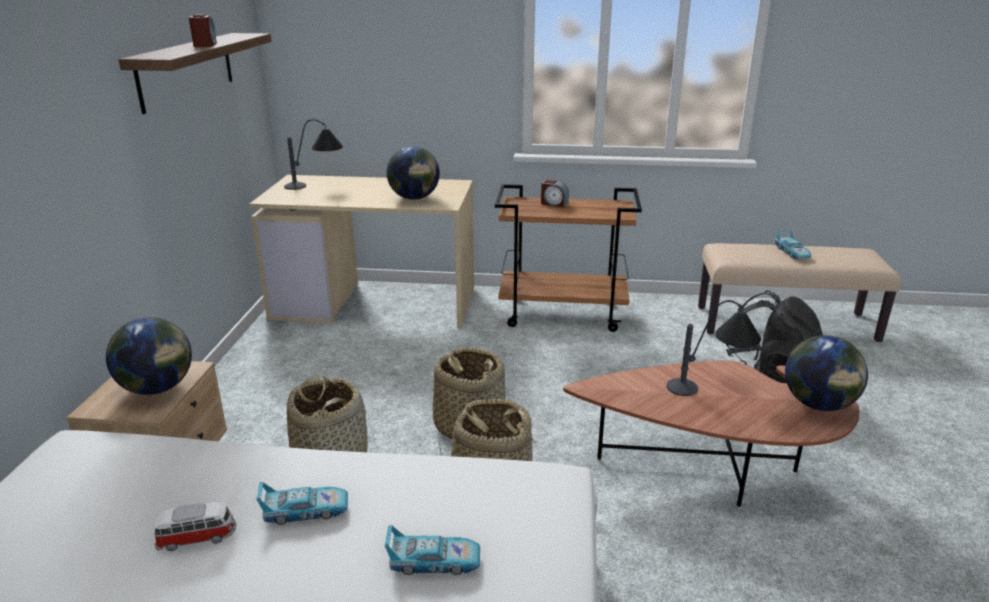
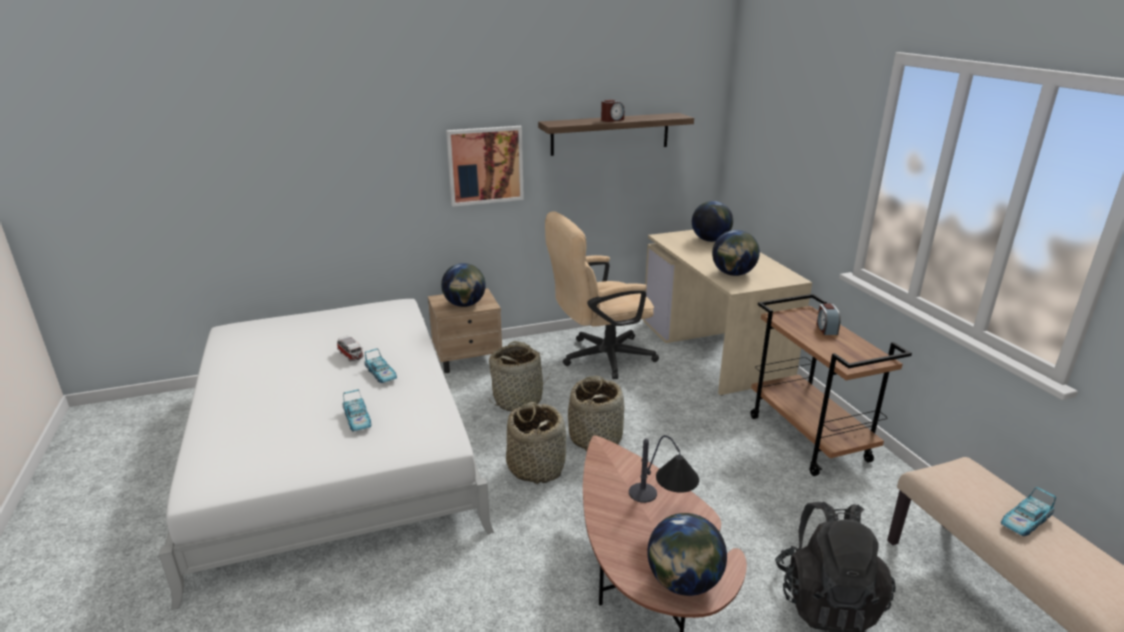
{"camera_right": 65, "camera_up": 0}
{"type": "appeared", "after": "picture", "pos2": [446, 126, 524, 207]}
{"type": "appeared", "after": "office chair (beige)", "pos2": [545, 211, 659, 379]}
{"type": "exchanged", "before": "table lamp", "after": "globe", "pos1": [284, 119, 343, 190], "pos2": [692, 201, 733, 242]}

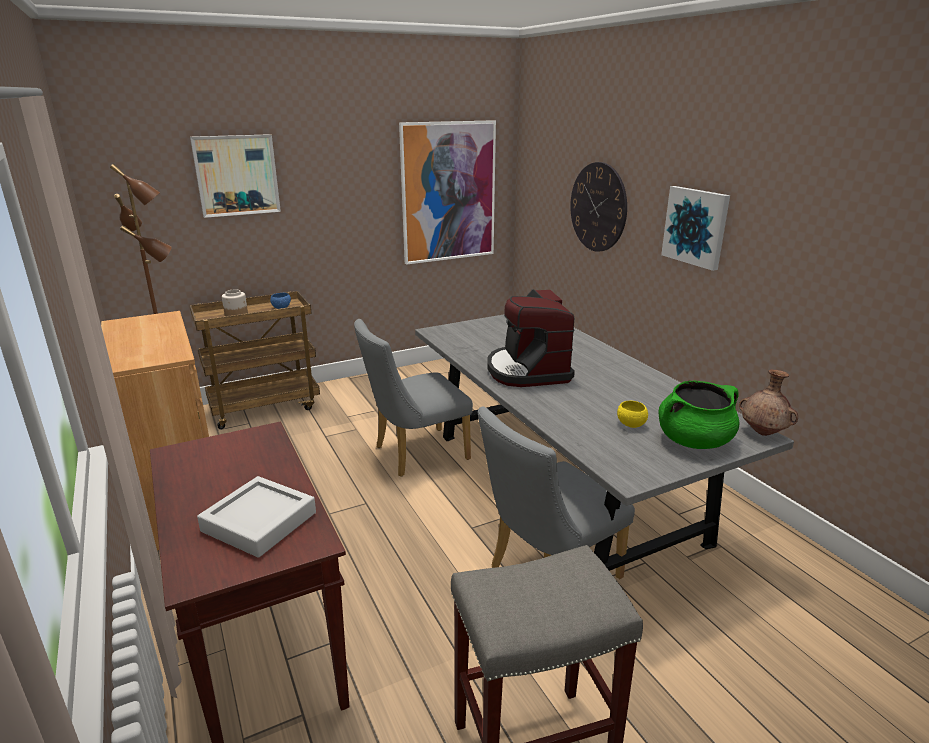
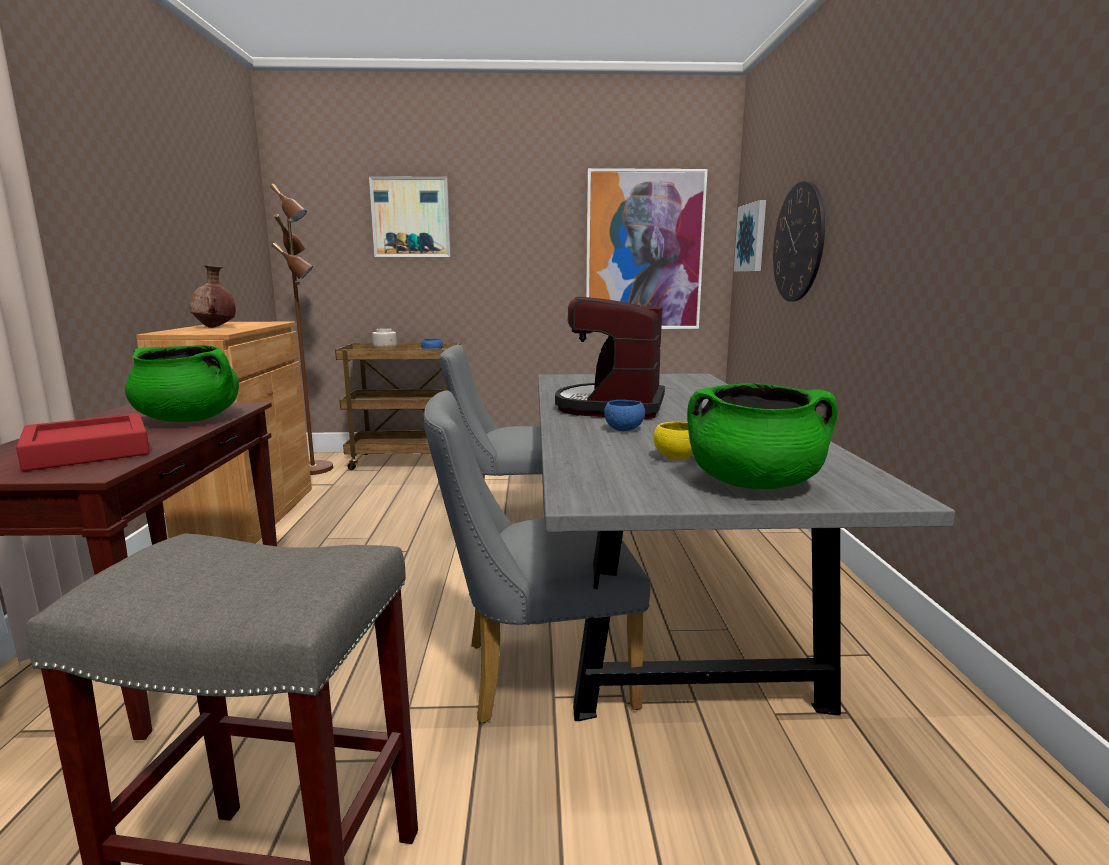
{"camera_right": 25, "camera_up": -10}
{"type": "appeared", "after": "cooking pot (green)", "pos2": [125, 345, 239, 422]}
{"type": "appeared", "after": "bowl (blue)", "pos2": [604, 400, 645, 431]}
{"type": "relocated", "before": "picture", "pos1": [661, 186, 730, 271], "pos2": [734, 200, 766, 272]}
{"type": "relocated", "before": "vase (brown)", "pos1": [739, 370, 798, 436], "pos2": [189, 265, 236, 328]}
{"type": "colour", "before": "tray (grey)", "after": "tray (red)", "pos1": [197, 476, 316, 558], "pos2": [16, 413, 150, 471]}

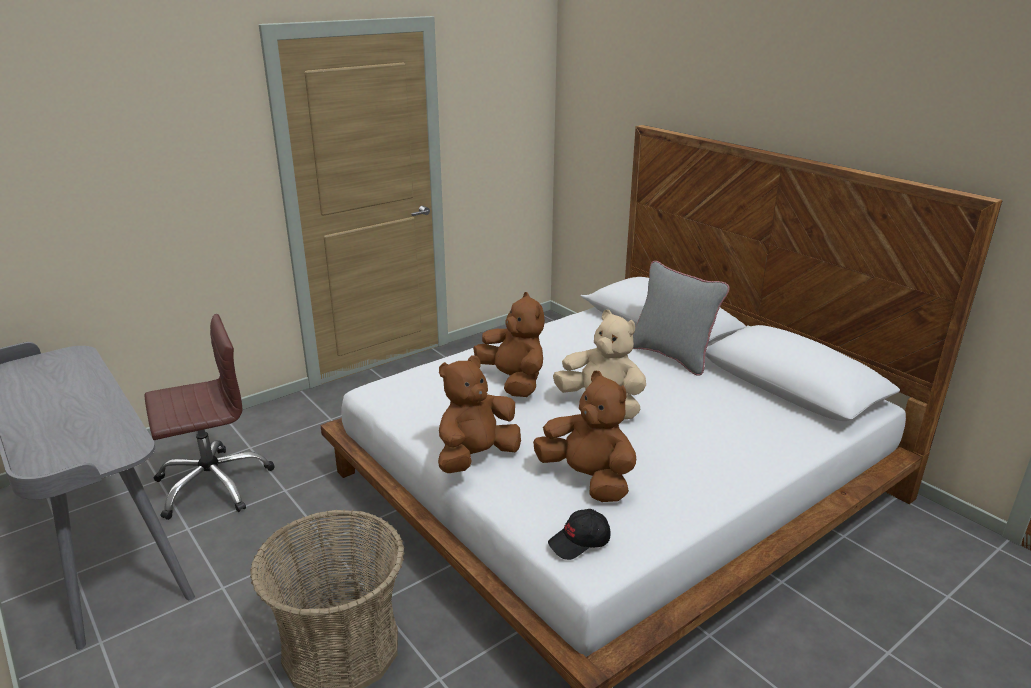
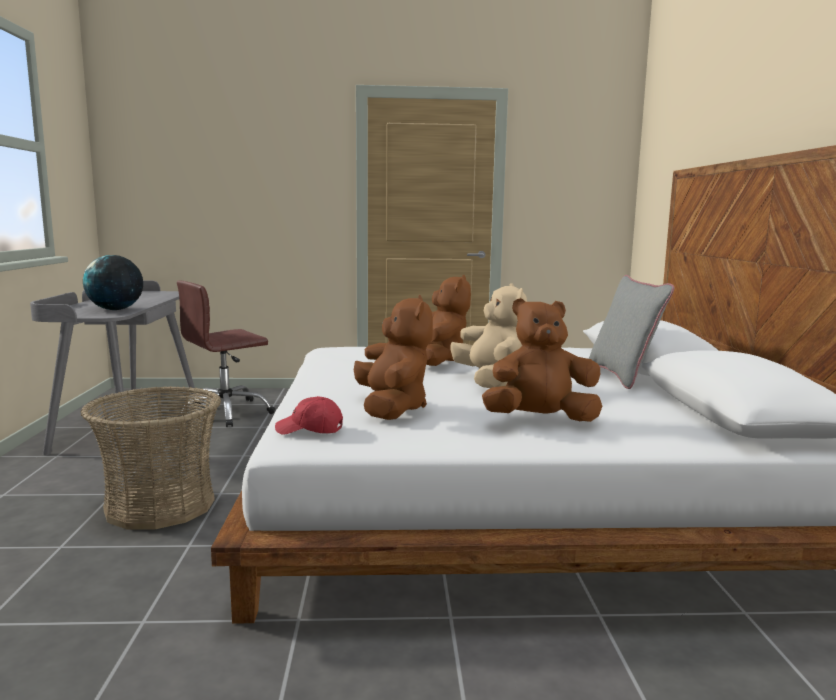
{"camera_right": 35, "camera_up": -15}
{"type": "appeared", "after": "globe", "pos2": [83, 255, 143, 310]}
{"type": "relocated", "before": "plush toy (brown)", "pos1": [438, 355, 521, 473], "pos2": [482, 298, 602, 422]}
{"type": "colour", "before": "cap (black)", "after": "cap (red)", "pos1": [548, 509, 610, 560], "pos2": [275, 396, 343, 434]}
{"type": "spun", "before": "office chair (brown)", "pos1": [144, 314, 274, 520], "pos2": [177, 281, 275, 427], "turn": 135}

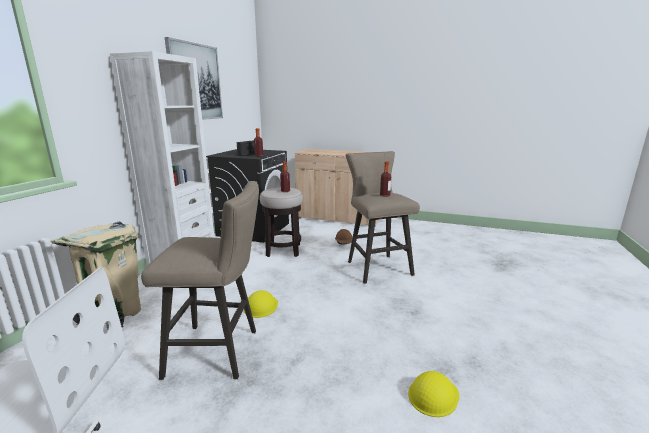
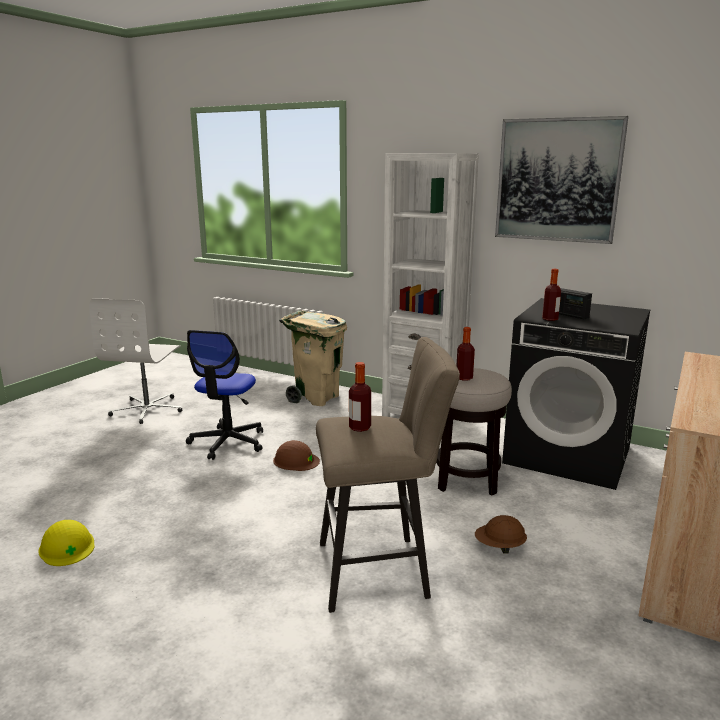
{"camera_right": 100, "camera_up": 0}
{"type": "exchanged", "before": "stool (beige)", "after": "office chair", "pos1": [141, 181, 259, 380], "pos2": [186, 330, 263, 460]}
{"type": "colour", "before": "hard hat (yellow)", "after": "hard hat (brown)", "pos1": [244, 290, 278, 318], "pos2": [273, 440, 320, 471]}

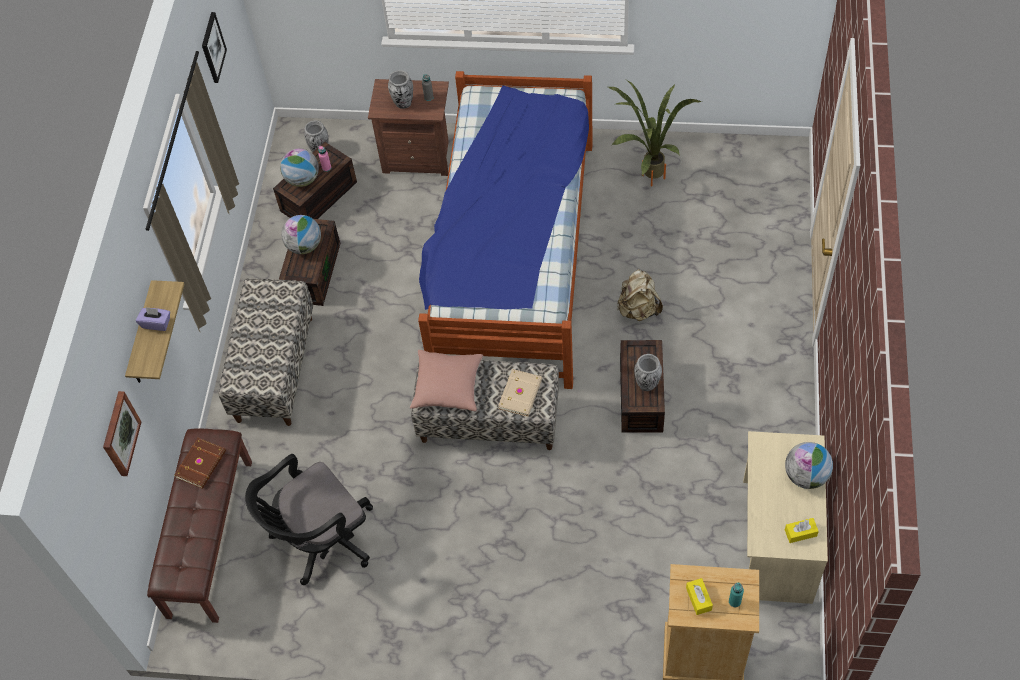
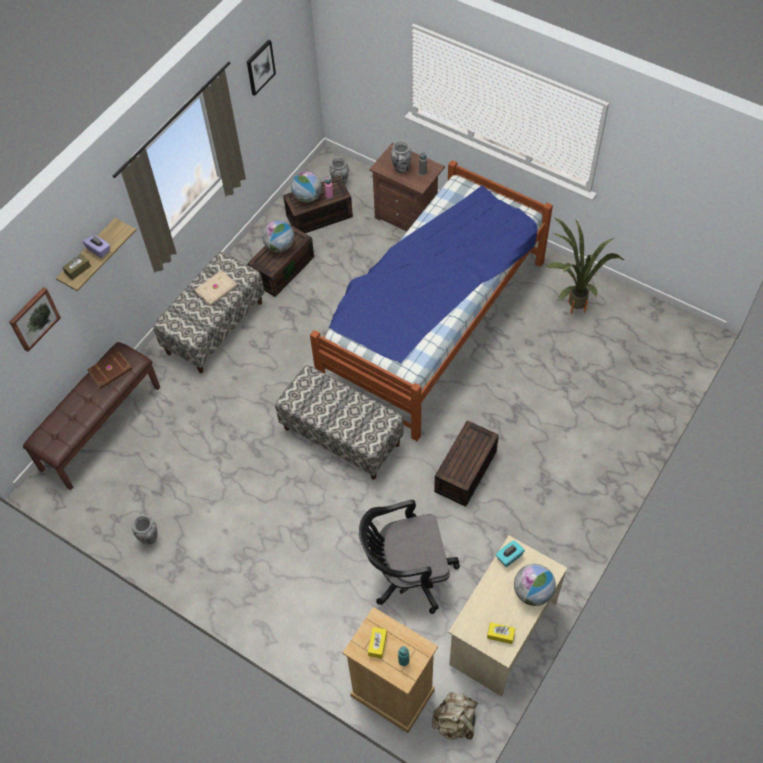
{"camera_right": 25, "camera_up": 0}
{"type": "missing", "before": "pillow (pink)", "pos1": [410, 350, 483, 411]}
{"type": "appeared", "after": "tissue box (brown)", "pos2": [62, 254, 91, 280]}
{"type": "appeared", "after": "tissue box (turquoise)", "pos2": [496, 541, 525, 567]}
{"type": "relocated", "before": "office chair (black)", "pos1": [245, 454, 373, 585], "pos2": [359, 500, 460, 614]}
{"type": "relocated", "before": "book (beige)", "pos1": [498, 369, 542, 417], "pos2": [195, 270, 238, 306]}
{"type": "relocated", "before": "backpack (beige)", "pos1": [617, 269, 663, 321], "pos2": [432, 692, 478, 740]}
{"type": "relocated", "before": "vase", "pos1": [634, 354, 662, 391], "pos2": [132, 515, 158, 545]}

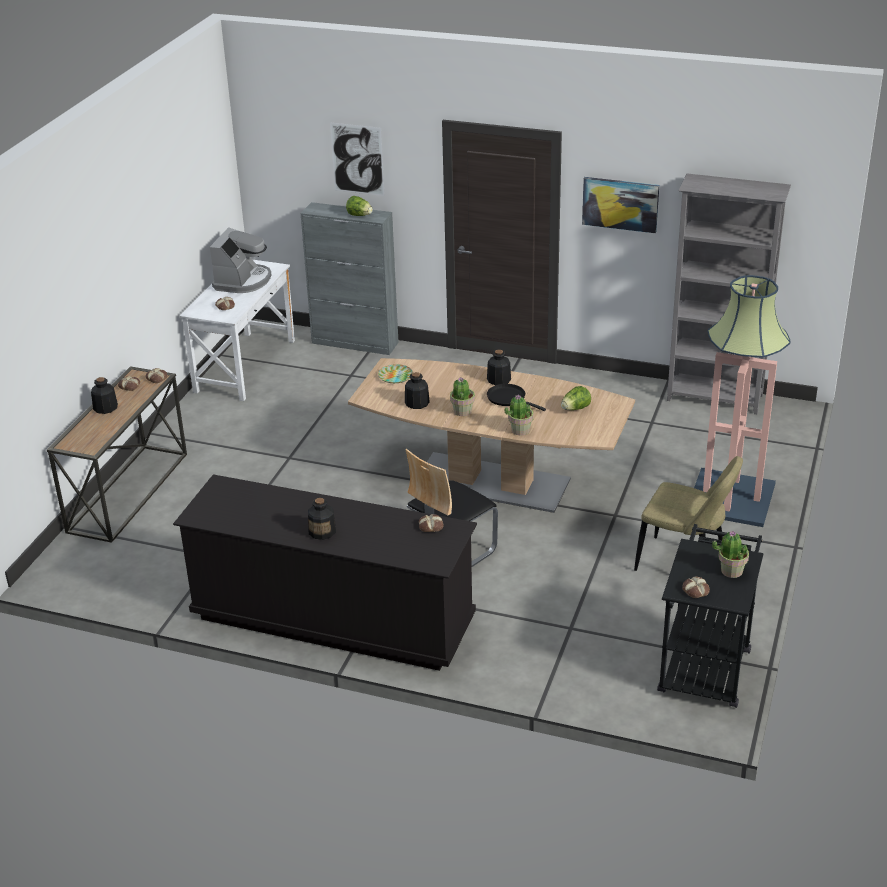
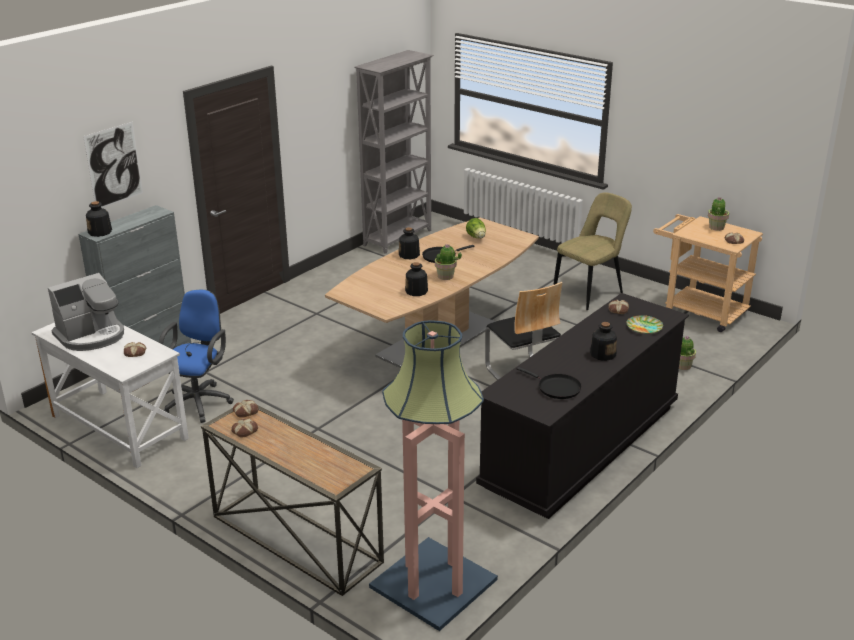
{"camera_right": -70, "camera_up": -5}
{"type": "missing", "before": "lettuce", "pos1": [346, 196, 373, 216]}
{"type": "missing", "before": "picture", "pos1": [582, 177, 659, 233]}
{"type": "appeared", "after": "office chair (blue)", "pos2": [159, 290, 234, 423]}
{"type": "appeared", "after": "frying pan (black)", "pos2": [517, 367, 582, 399]}
{"type": "relocated", "before": "bottle", "pos1": [91, 377, 118, 414], "pos2": [86, 201, 112, 237]}
{"type": "relocated", "before": "plate", "pos1": [378, 364, 413, 383], "pos2": [627, 315, 663, 334]}
{"type": "relocated", "before": "potted plant", "pos1": [505, 394, 534, 435], "pos2": [679, 336, 696, 370]}
{"type": "relocated", "before": "floor lamp", "pos1": [694, 275, 791, 527], "pos2": [369, 320, 498, 631]}
{"type": "colour", "before": "cart (black)", "after": "cart (beige)", "pos1": [657, 524, 763, 708], "pos2": [653, 214, 763, 332]}
{"type": "spun", "before": "coffee machine", "pos1": [210, 227, 271, 293], "pos2": [48, 273, 124, 351], "turn": 105}

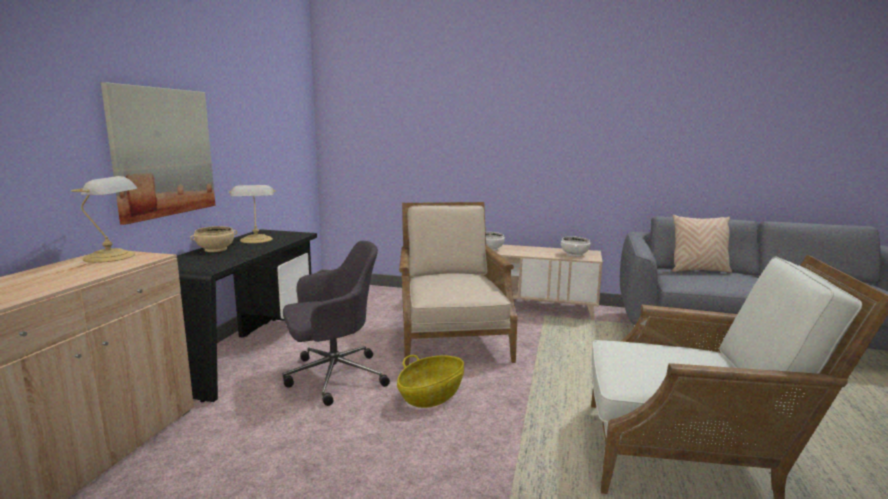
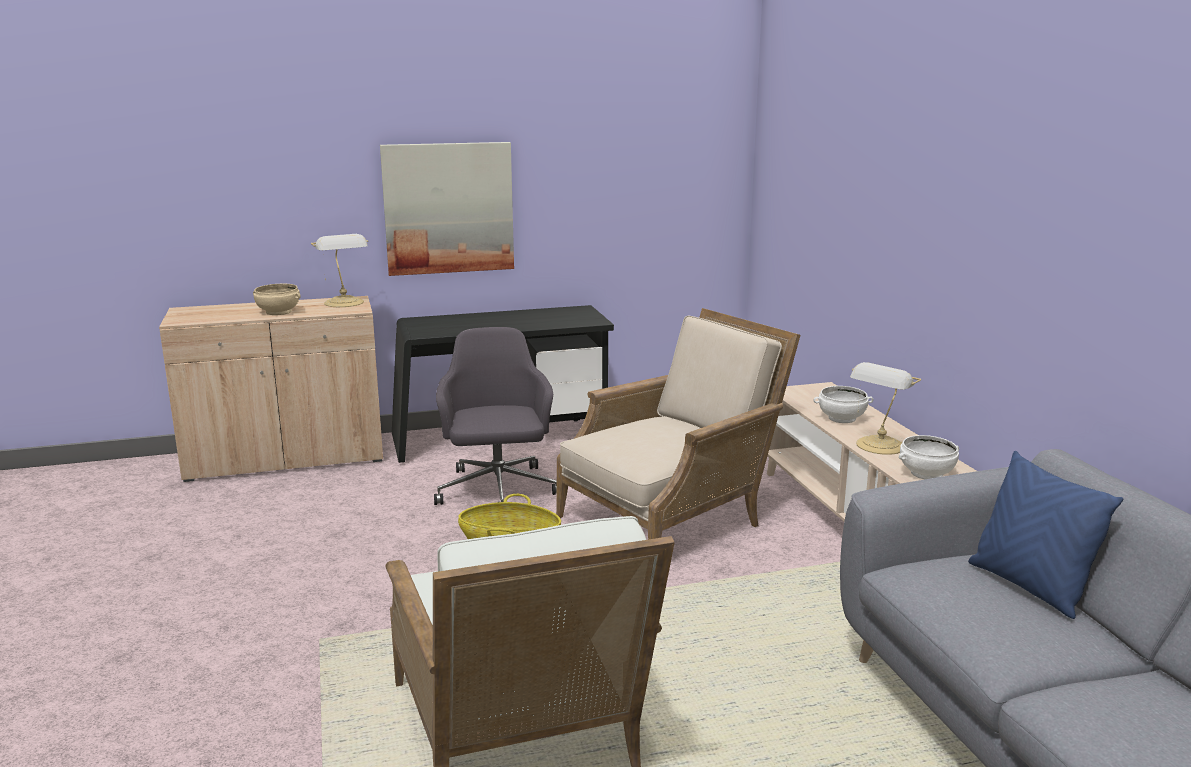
{"camera_right": 60, "camera_up": 5}
{"type": "relocated", "before": "bowl (beige)", "pos1": [190, 226, 237, 252], "pos2": [253, 284, 301, 315]}
{"type": "relocated", "before": "table lamp", "pos1": [229, 185, 276, 243], "pos2": [850, 362, 921, 455]}
{"type": "colour", "before": "pillow (beige)", "after": "pillow (blue)", "pos1": [672, 215, 732, 272], "pos2": [968, 451, 1123, 619]}
{"type": "spun", "before": "office chair (grey)", "pos1": [283, 241, 390, 406], "pos2": [434, 327, 557, 505], "turn": -135}

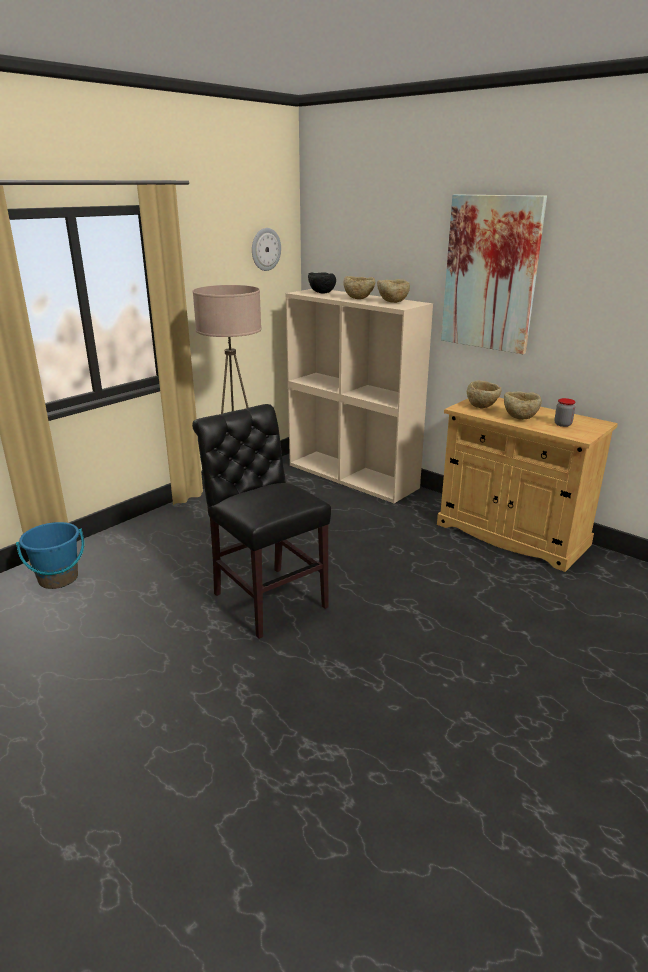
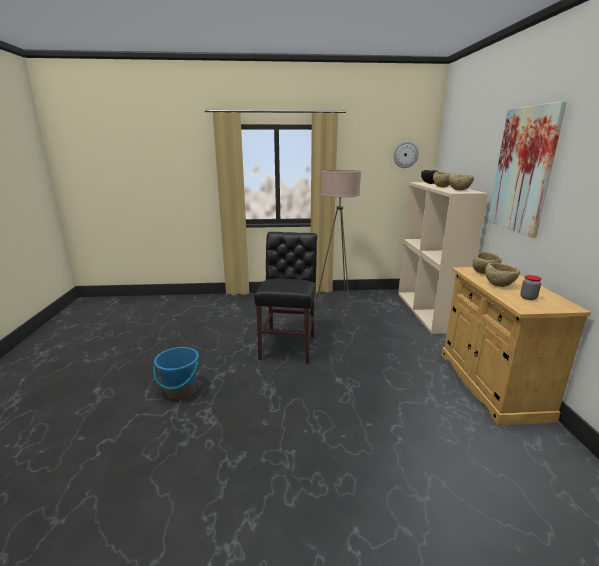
{"camera_right": 45, "camera_up": -5}
{"type": "relocated", "before": "bucket (blue)", "pos1": [16, 522, 84, 589], "pos2": [153, 347, 199, 399]}

